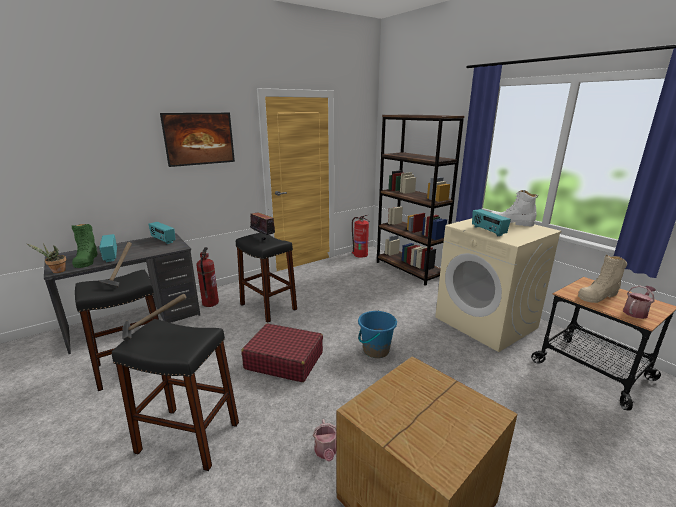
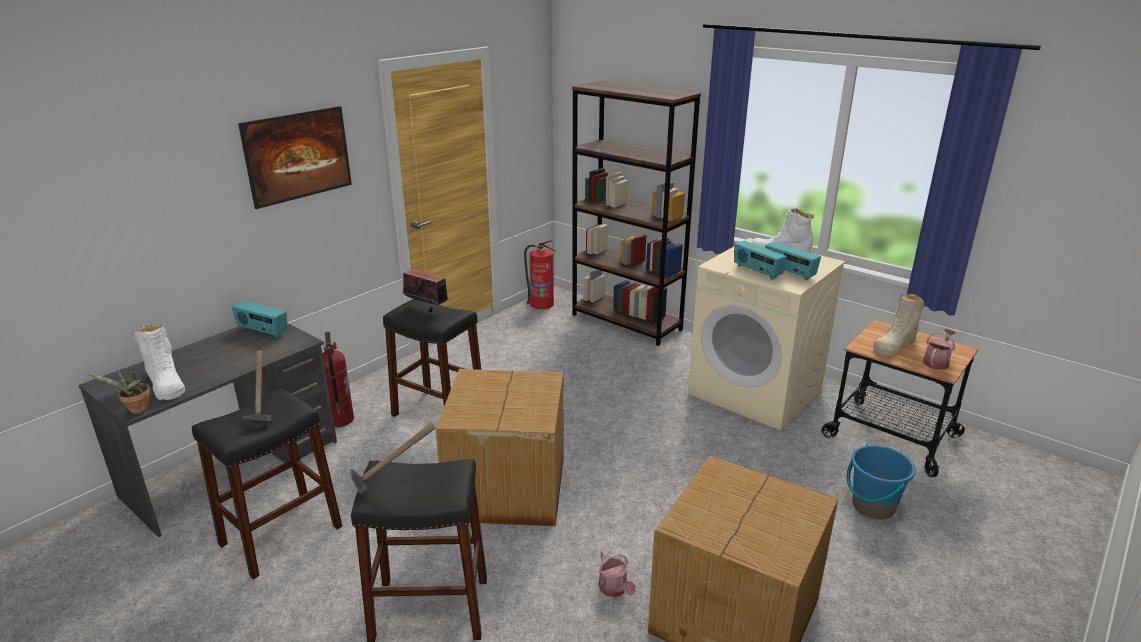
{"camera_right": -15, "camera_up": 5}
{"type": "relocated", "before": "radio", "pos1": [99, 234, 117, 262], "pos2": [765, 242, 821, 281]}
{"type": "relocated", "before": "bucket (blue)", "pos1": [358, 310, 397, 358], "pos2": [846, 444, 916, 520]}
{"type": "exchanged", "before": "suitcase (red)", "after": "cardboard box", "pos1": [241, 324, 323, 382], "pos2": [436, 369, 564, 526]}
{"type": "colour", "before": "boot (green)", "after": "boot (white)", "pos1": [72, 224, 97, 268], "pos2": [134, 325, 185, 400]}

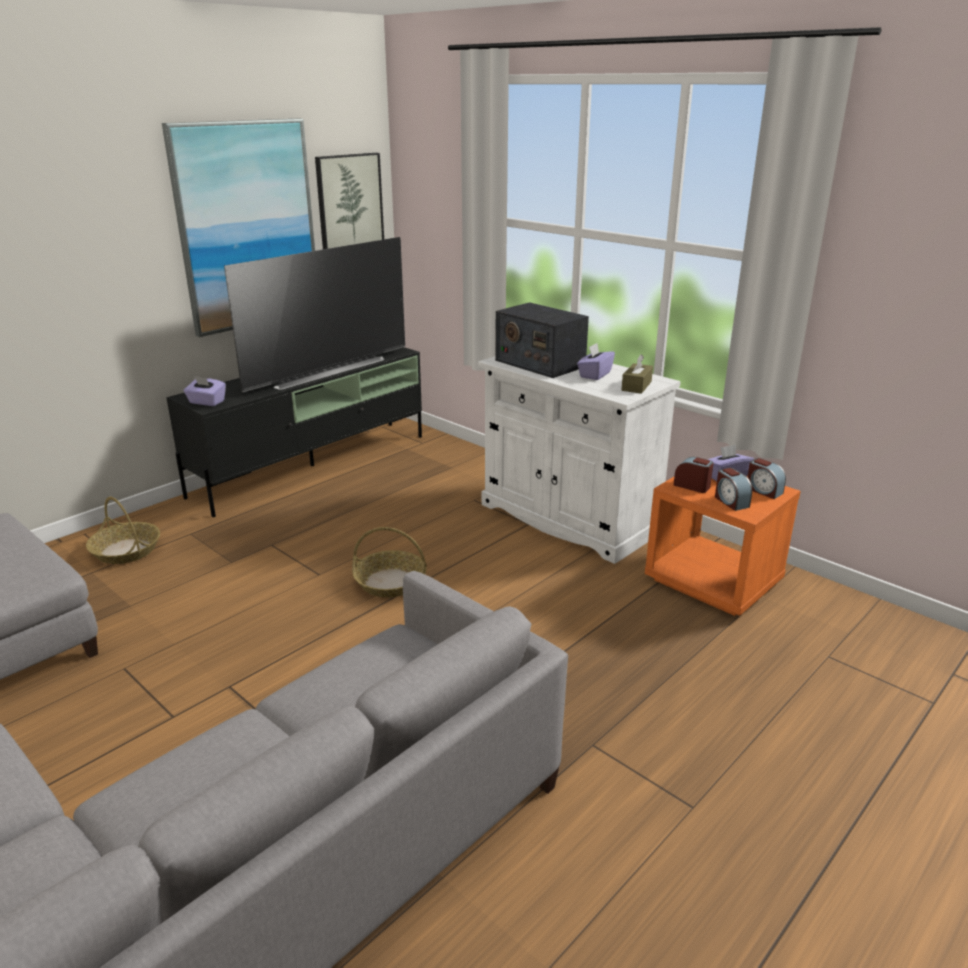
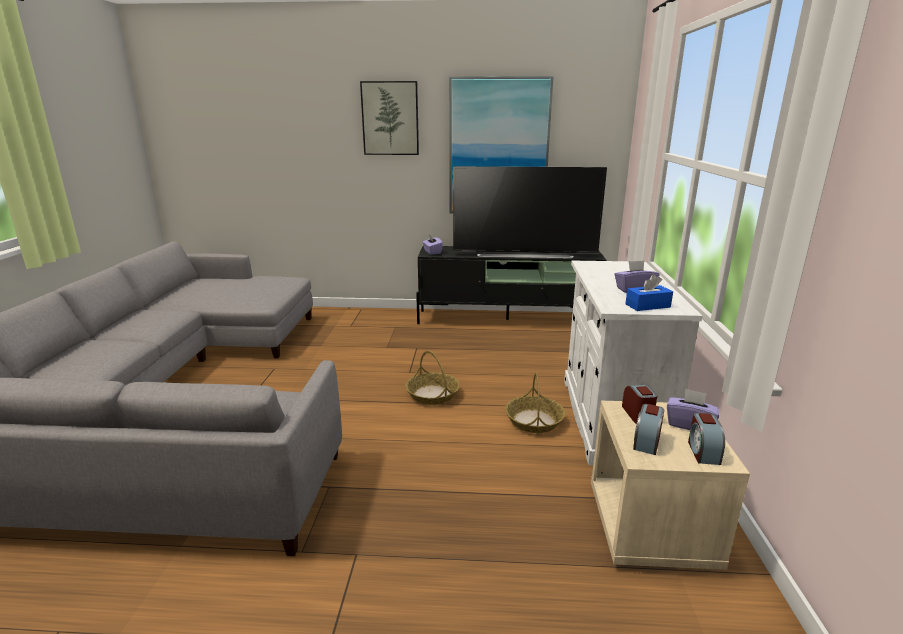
{"camera_right": 50, "camera_up": -5}
{"type": "missing", "before": "radio", "pos1": [495, 302, 589, 378]}
{"type": "relocated", "before": "basket", "pos1": [86, 497, 160, 564], "pos2": [505, 373, 565, 433]}
{"type": "relocated", "before": "picture", "pos1": [315, 153, 384, 249], "pos2": [360, 81, 419, 155]}
{"type": "colour", "before": "tissue box (brown)", "after": "tissue box (blue)", "pos1": [621, 354, 653, 394], "pos2": [625, 274, 673, 311]}
{"type": "colour", "before": "nightstand (orange)", "after": "nightstand (beige)", "pos1": [645, 476, 801, 616], "pos2": [591, 401, 750, 570]}

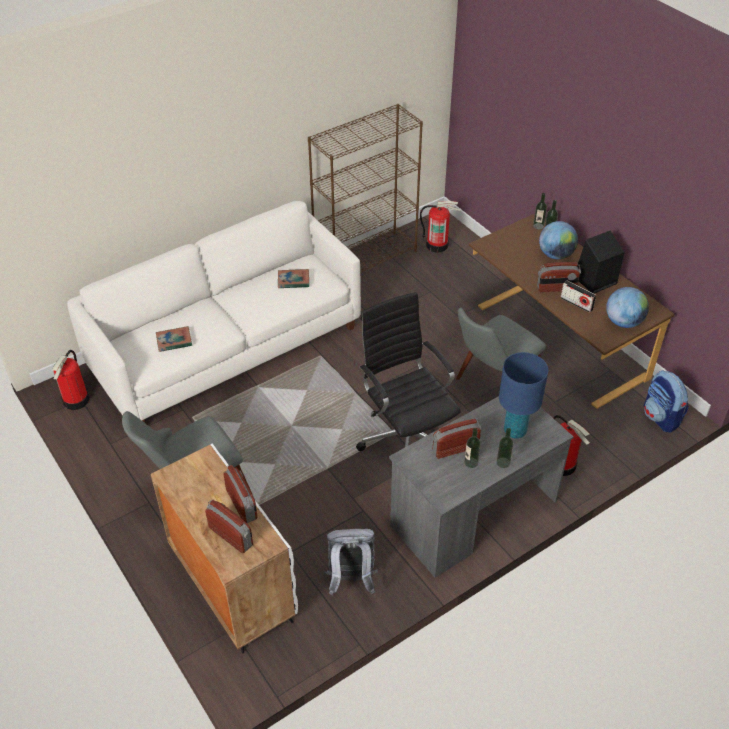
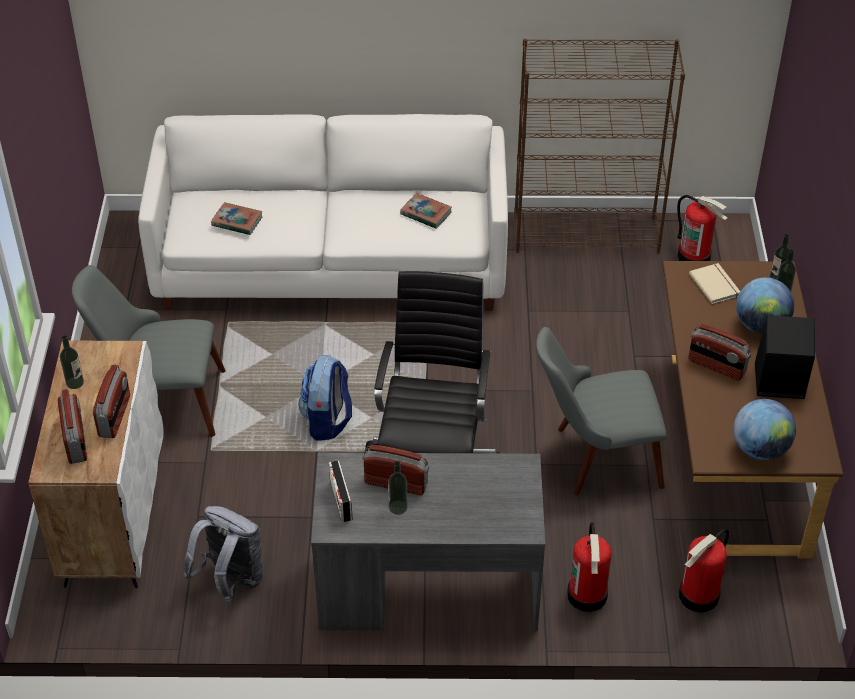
{"camera_right": 35, "camera_up": 0}
{"type": "missing", "before": "table lamp (blue)", "pos1": [499, 352, 548, 439]}
{"type": "appeared", "after": "book (beige)", "pos2": [689, 263, 740, 304]}
{"type": "relocated", "before": "fire extinguisher", "pos1": [52, 350, 89, 410], "pos2": [679, 529, 729, 613]}
{"type": "relocated", "before": "bottle", "pos1": [497, 428, 514, 468], "pos2": [60, 335, 84, 389]}
{"type": "relocated", "before": "radio", "pos1": [560, 280, 596, 313], "pos2": [329, 460, 353, 522]}
{"type": "relocated", "before": "backpack", "pos1": [644, 370, 688, 433], "pos2": [299, 355, 352, 440]}

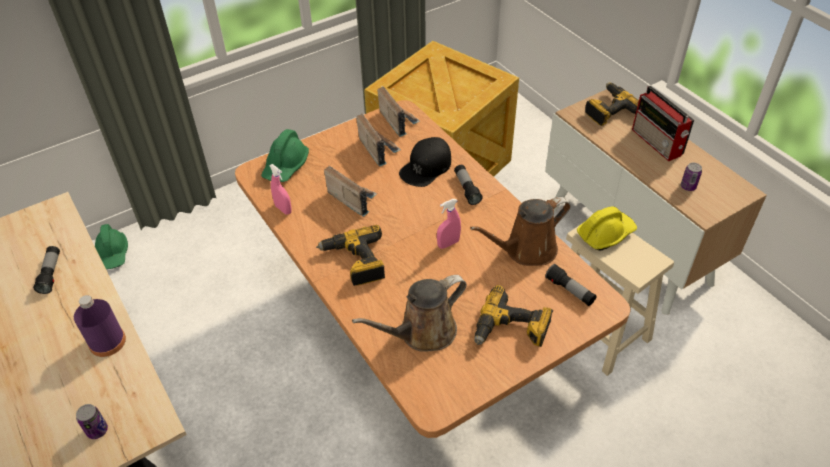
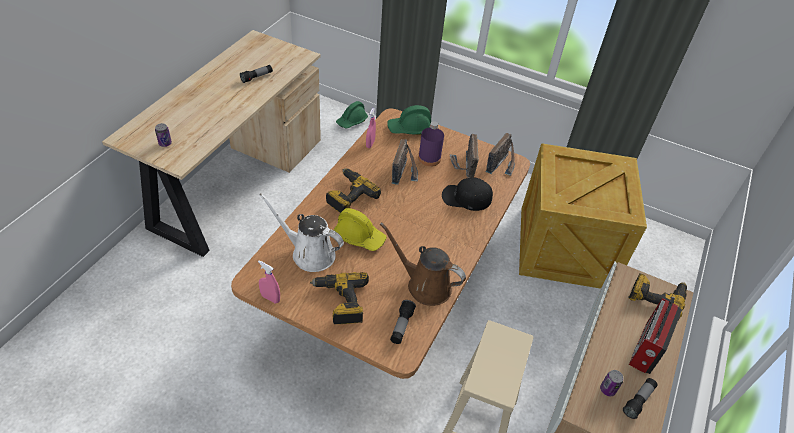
{"camera_right": 55, "camera_up": 0}
{"type": "relocated", "before": "bottle (purple)", "pos1": [74, 295, 126, 357], "pos2": [418, 121, 444, 166]}
{"type": "relocated", "before": "spray bottle (pink)", "pos1": [437, 199, 461, 249], "pos2": [258, 260, 280, 304]}
{"type": "relocated", "before": "flashlight", "pos1": [454, 165, 483, 205], "pos2": [623, 378, 658, 419]}
{"type": "relocated", "before": "hard hat (yellow)", "pos1": [577, 207, 637, 251], "pos2": [334, 208, 387, 251]}
{"type": "colour", "before": "watering can (brown)", "after": "watering can (white)", "pos1": [352, 275, 467, 351], "pos2": [259, 193, 344, 272]}
{"type": "spun", "before": "radio", "pos1": [356, 114, 401, 167], "pos2": [450, 134, 479, 178], "turn": 150}

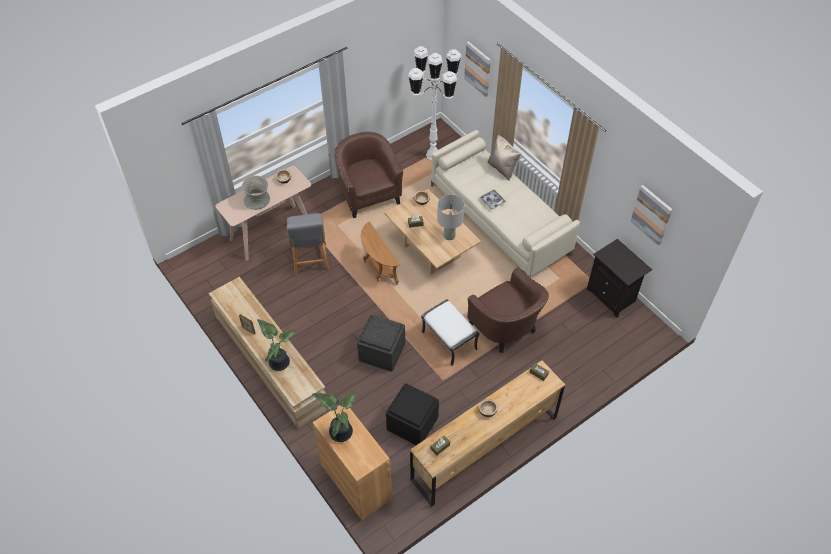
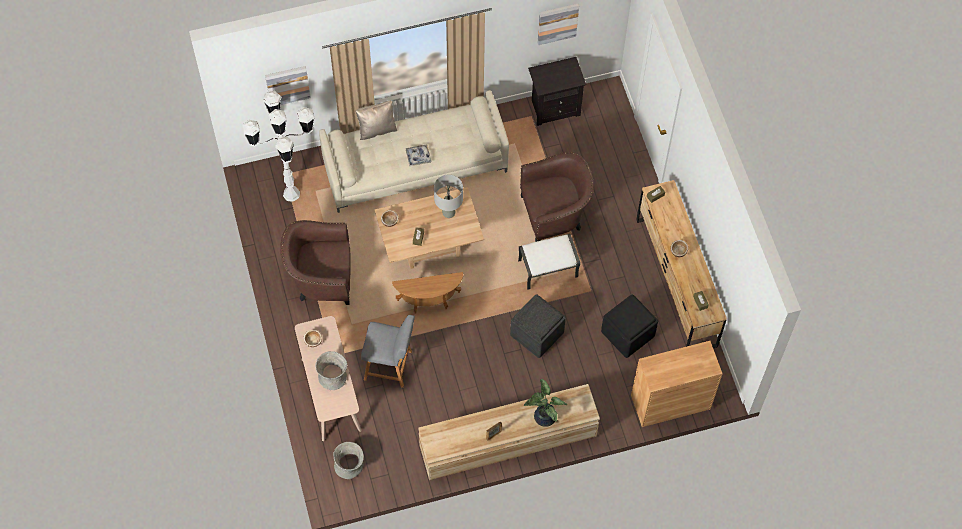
{"camera_right": -70, "camera_up": 10}
{"type": "missing", "before": "potted plant", "pos1": [312, 392, 356, 442]}
{"type": "appeared", "after": "vase (grey)", "pos2": [334, 442, 364, 479]}

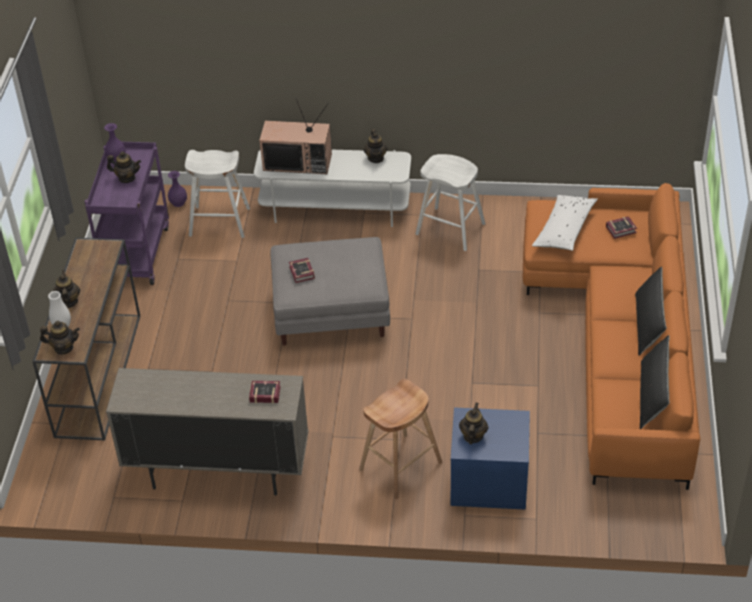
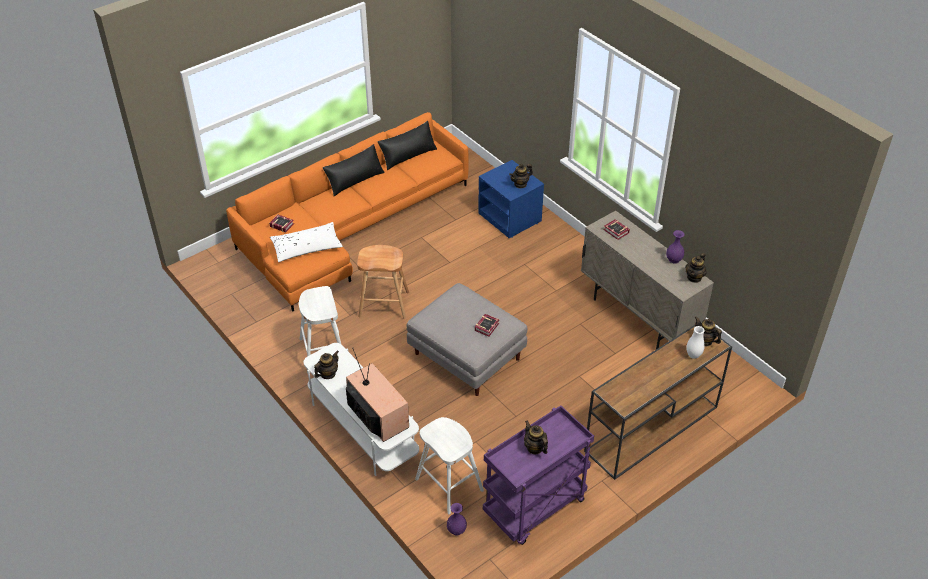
{"camera_right": -135, "camera_up": 0}
{"type": "relocated", "before": "teapot", "pos1": [53, 270, 80, 308], "pos2": [685, 253, 706, 283]}
{"type": "relocated", "before": "vase (purple)", "pos1": [104, 123, 126, 162], "pos2": [666, 230, 684, 263]}
{"type": "relocated", "before": "stool (brown)", "pos1": [359, 379, 443, 499], "pos2": [357, 245, 409, 319]}

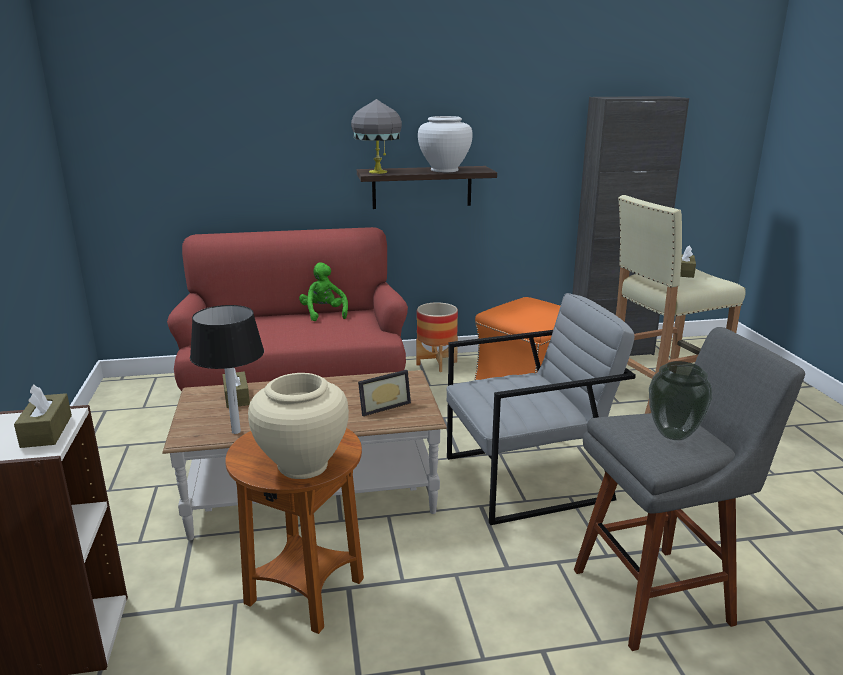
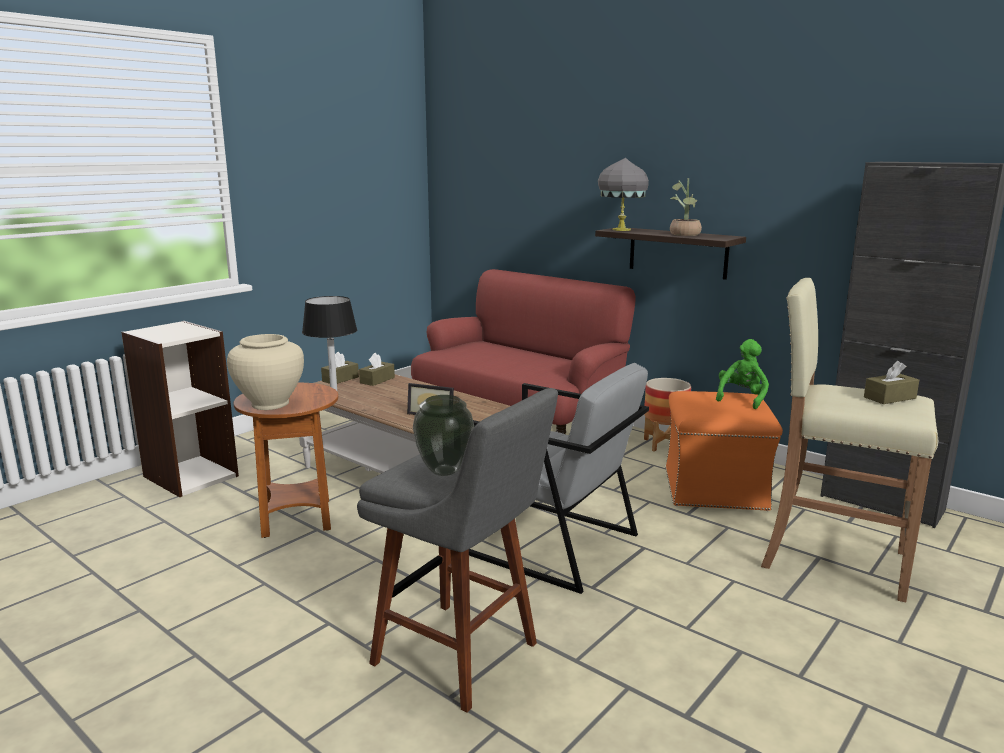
{"camera_right": 50, "camera_up": -5}
{"type": "relocated", "before": "tissue box (brown)", "pos1": [14, 384, 72, 448], "pos2": [321, 352, 359, 384]}
{"type": "relocated", "before": "plush toy (green)", "pos1": [299, 262, 348, 321], "pos2": [716, 339, 769, 409]}
{"type": "exchanged", "before": "vase (white)", "after": "potted plant", "pos1": [418, 116, 473, 172], "pos2": [670, 178, 702, 236]}

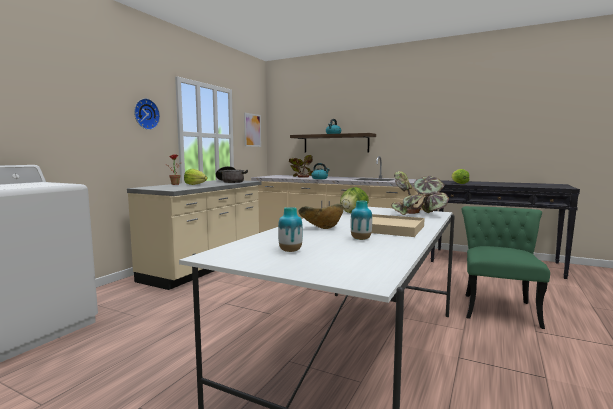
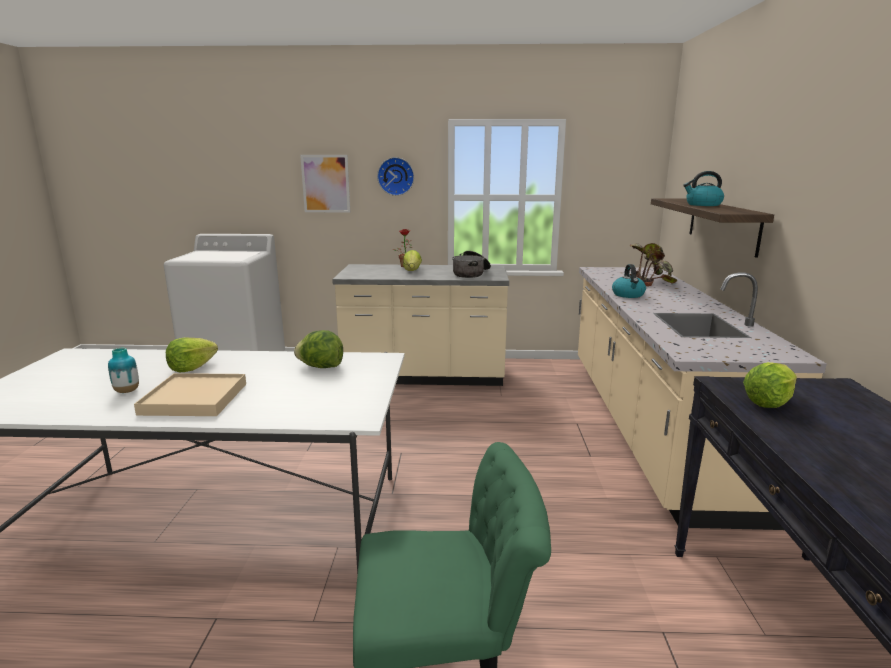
{"camera_right": 65, "camera_up": 10}
{"type": "missing", "before": "vase", "pos1": [278, 207, 303, 252]}
{"type": "missing", "before": "potted plant", "pos1": [391, 171, 449, 215]}
{"type": "relocated", "before": "picture", "pos1": [244, 113, 261, 147], "pos2": [300, 155, 350, 212]}
{"type": "exchanged", "before": "bowl", "after": "lettuce", "pos1": [298, 203, 343, 229], "pos2": [166, 338, 218, 372]}

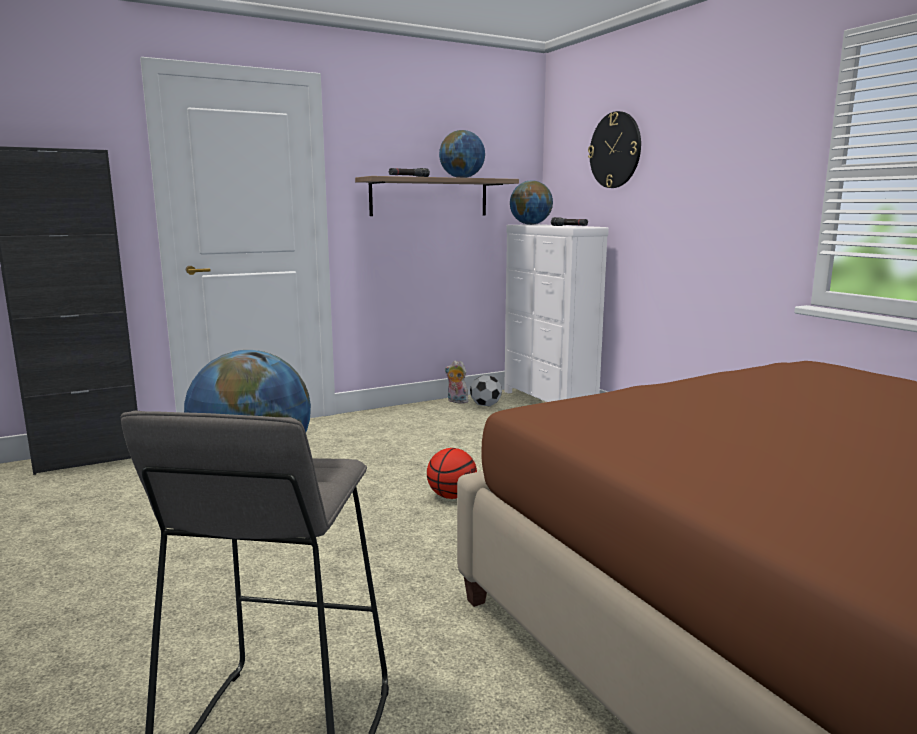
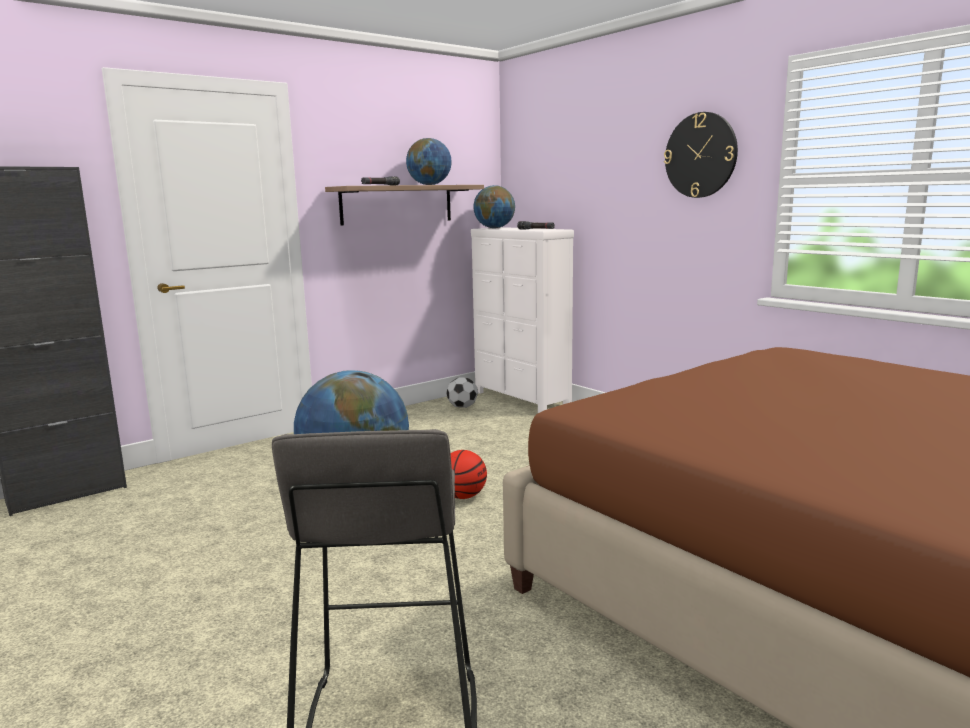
{"camera_right": -10, "camera_up": 0}
{"type": "missing", "before": "plush toy", "pos1": [445, 361, 468, 403]}
{"type": "relocated", "before": "wall clock", "pos1": [588, 111, 641, 188], "pos2": [664, 112, 738, 198]}

